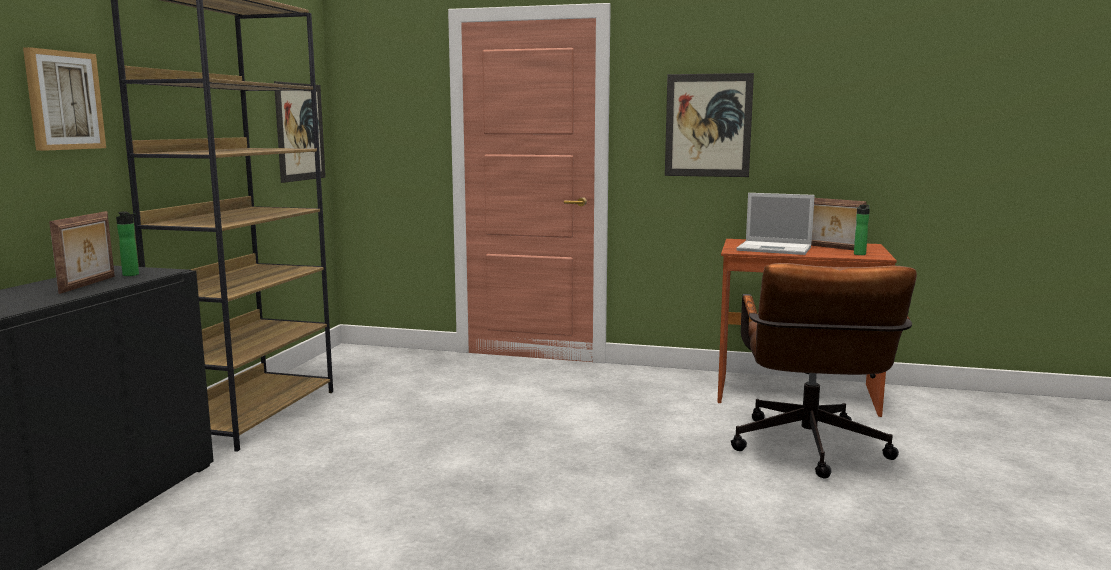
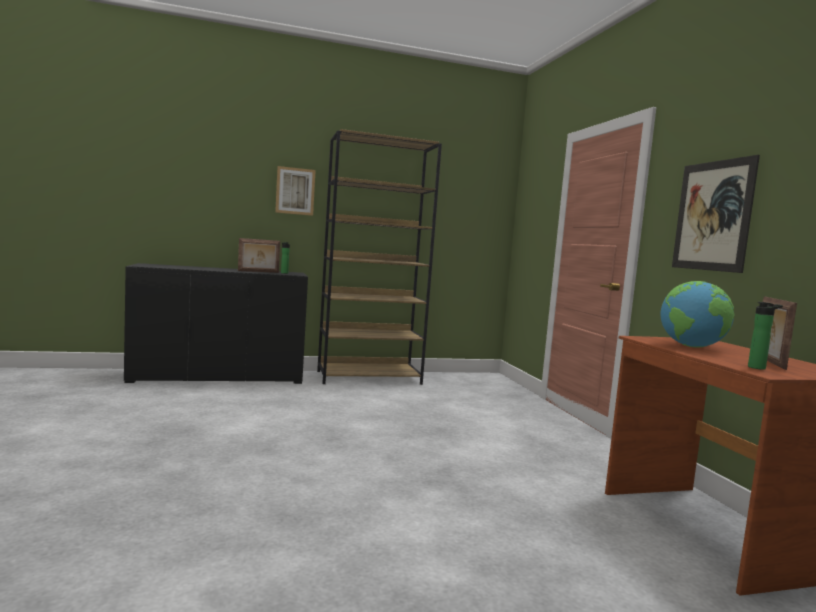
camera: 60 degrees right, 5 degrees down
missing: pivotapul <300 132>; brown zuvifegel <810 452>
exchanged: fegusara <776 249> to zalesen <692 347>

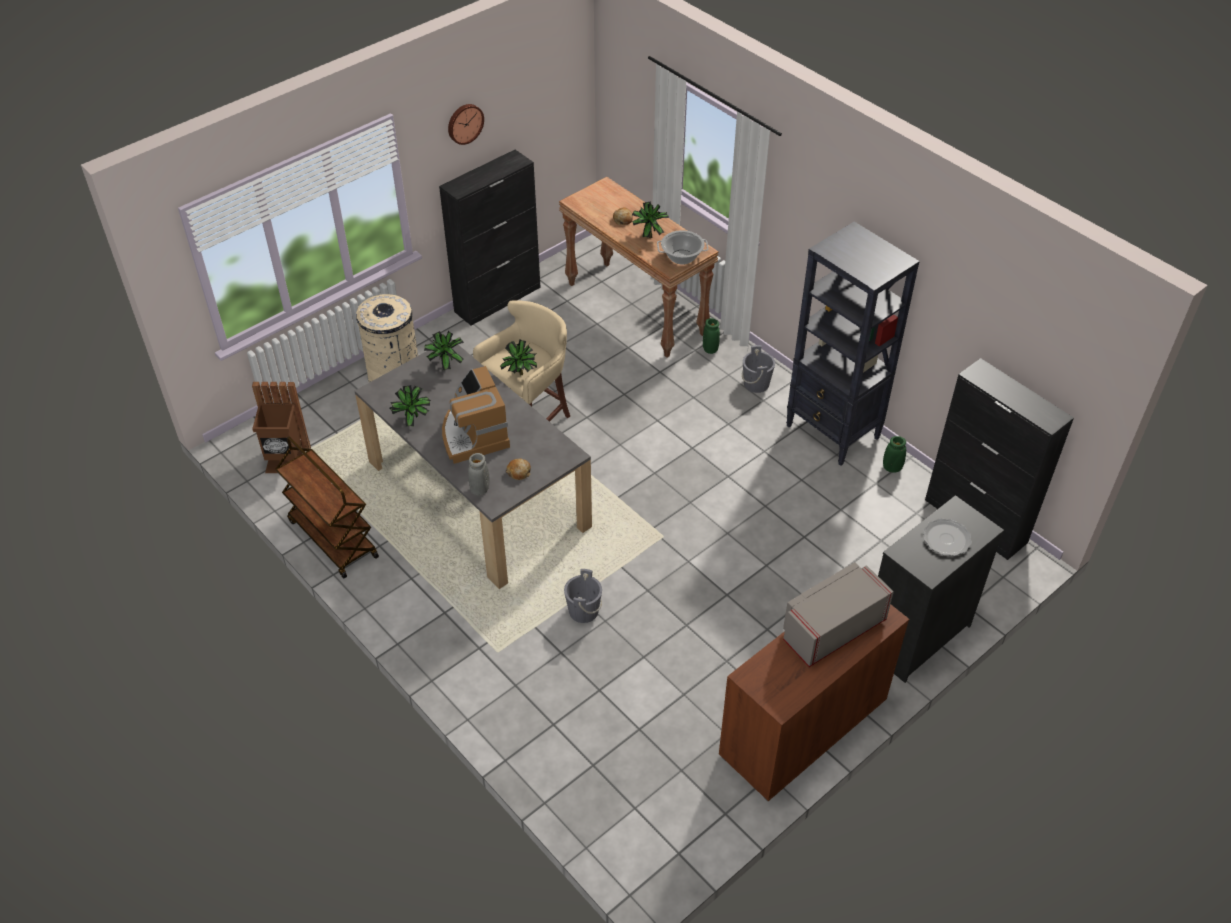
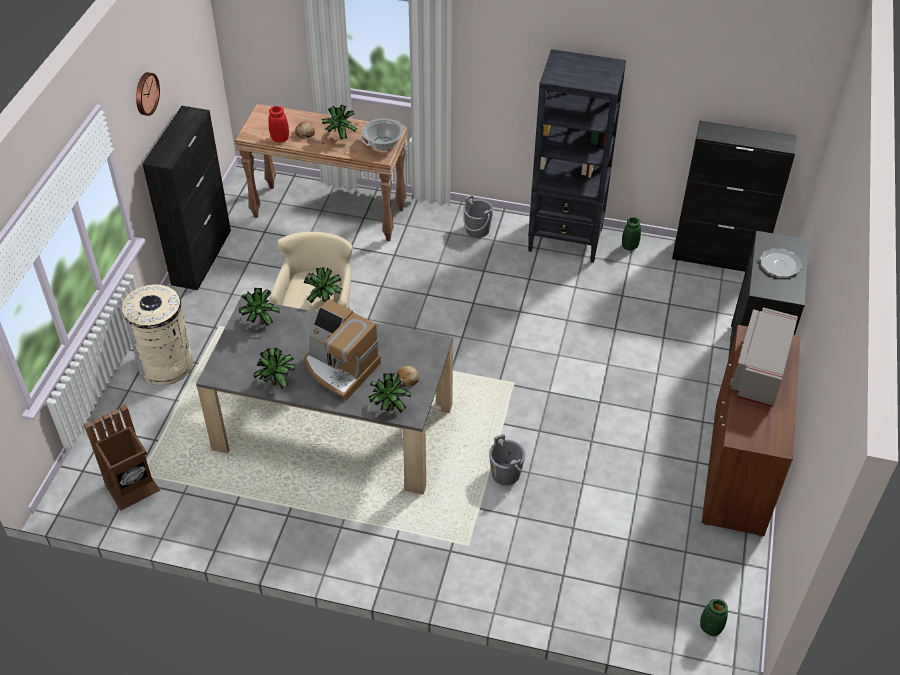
camera: 35 degrees left, 0 degrees up
missing: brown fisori <332 539>
appeared: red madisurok <280 139>
relocated: green madisurok <710 349> to <710 628>
exchanged: grey madisurok <480 489> to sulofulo <388 409>

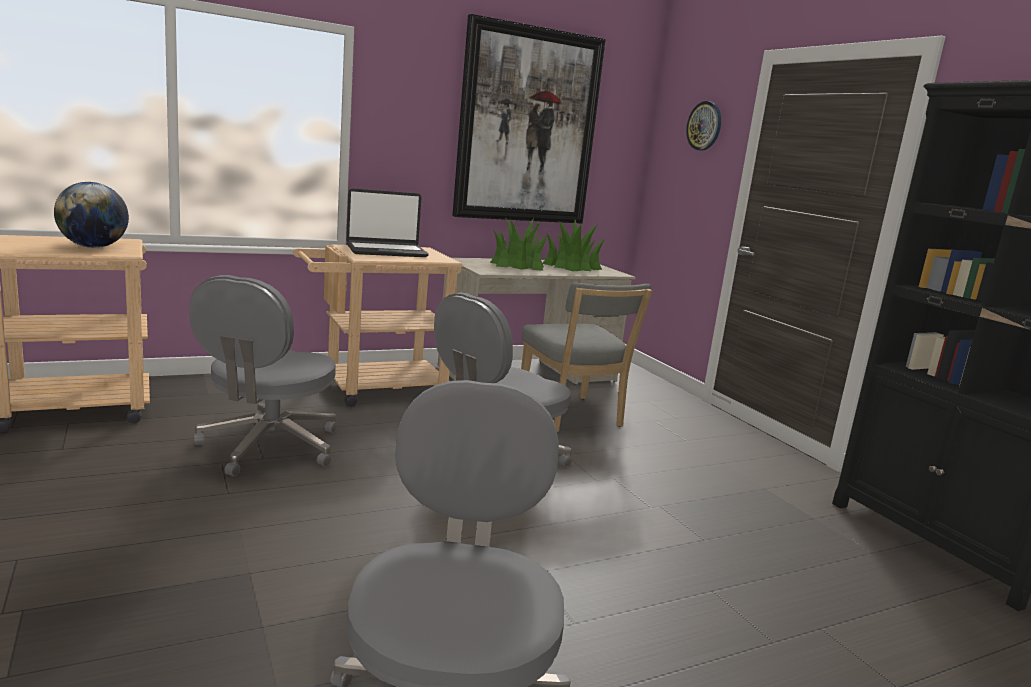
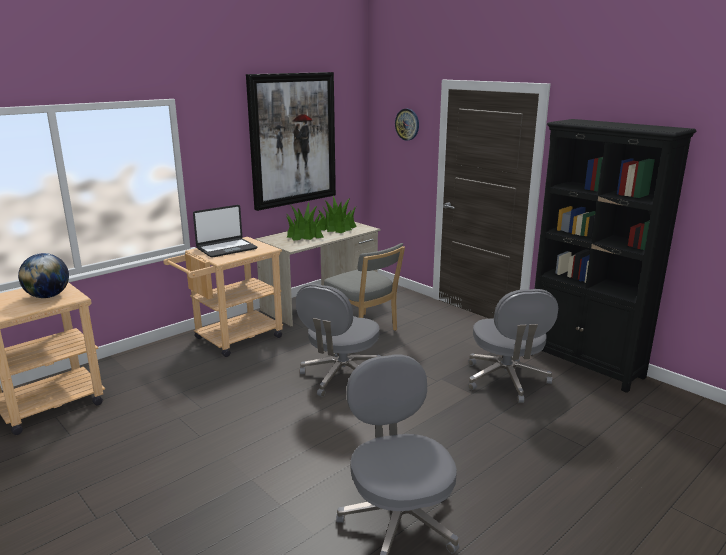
camera: 15 degrees left, 5 degrees up
relocated: grey zuvifegel <269 447> to <506 380>

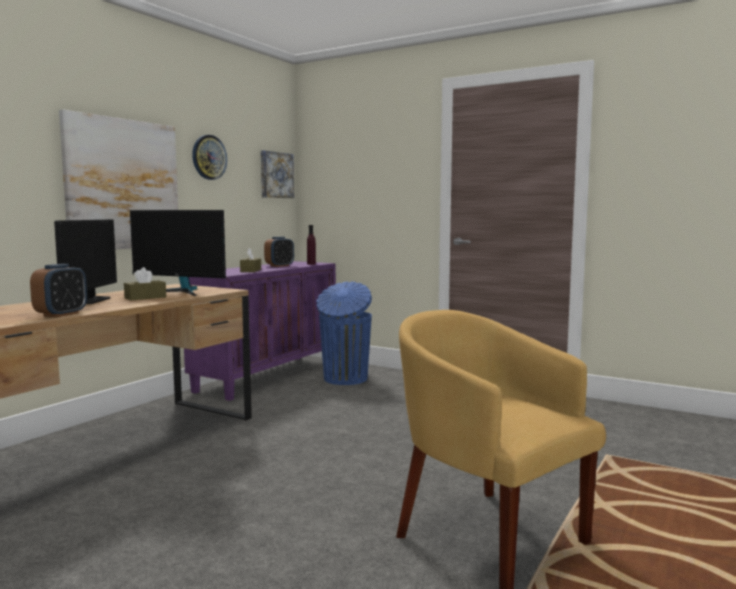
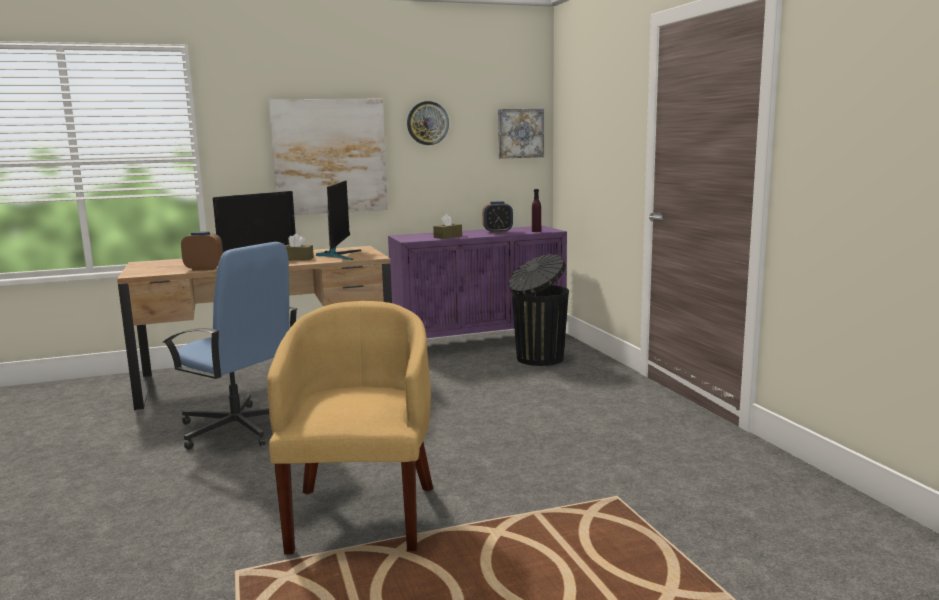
camera: 40 degrees right, 5 degrees up
appeared: blue zuvifegel <238 428>
colour: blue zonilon <345 379> to black zonilon <538 359>
spun: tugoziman <61 314> = <204 269> 150 degrees counterclockwise; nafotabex <180 291> = <339 255> 150 degrees counterclockwise

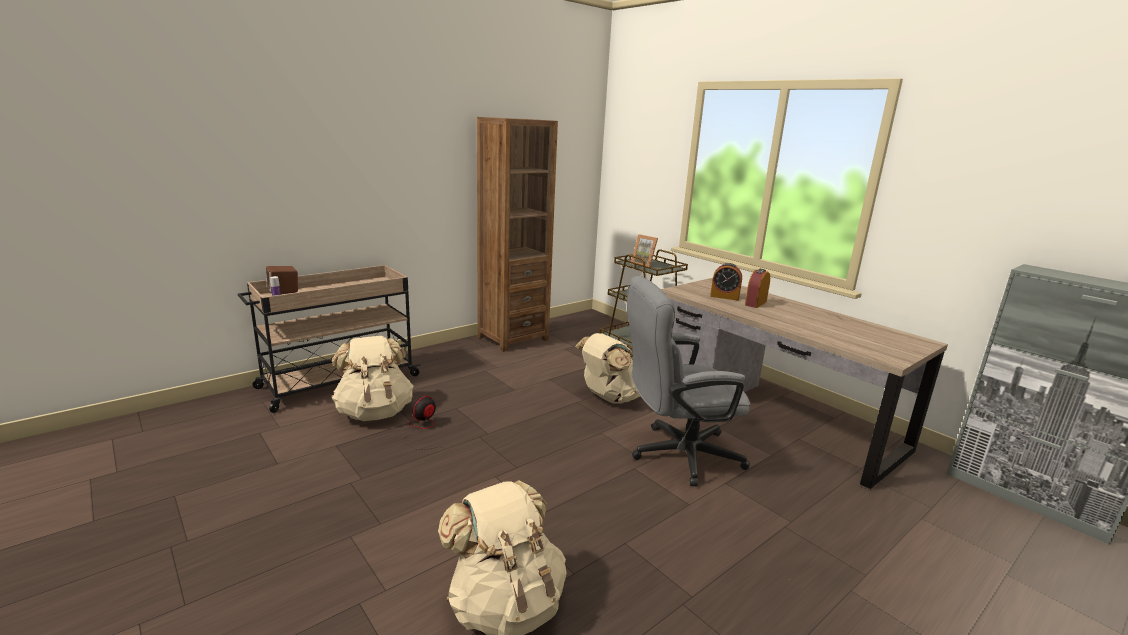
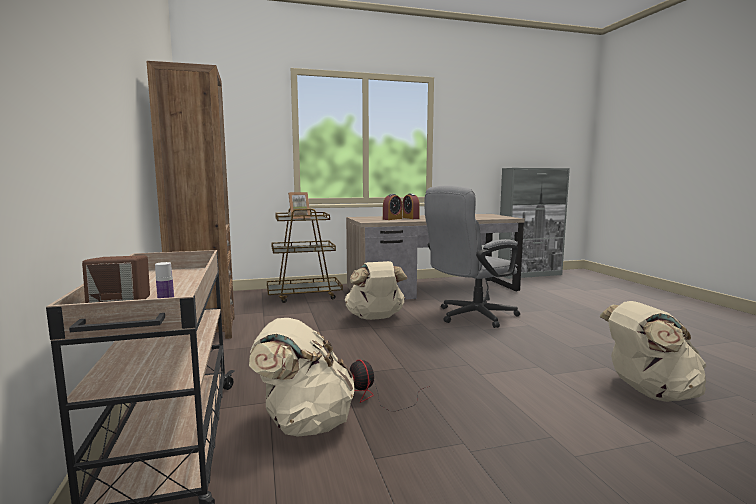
camera: 65 degrees left, 10 degrees down
spun: grey zuvifegel <676 454> = <470 317> 45 degrees clockwise

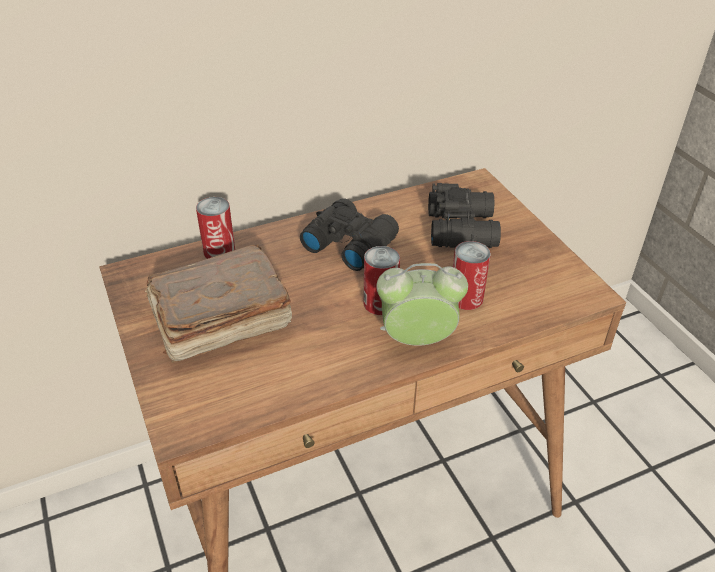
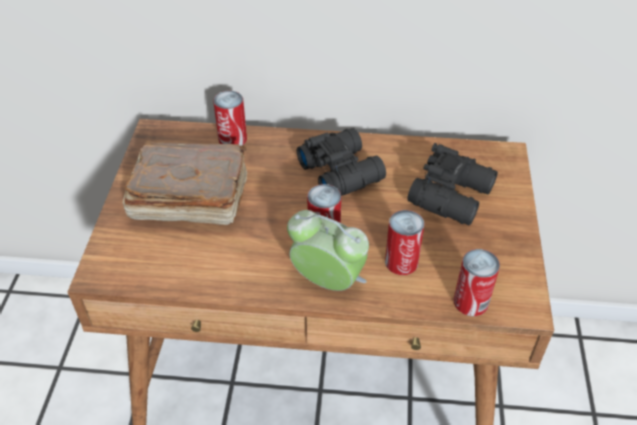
camera: 30 degrees right, 5 degrees up
appeared: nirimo <471 301>

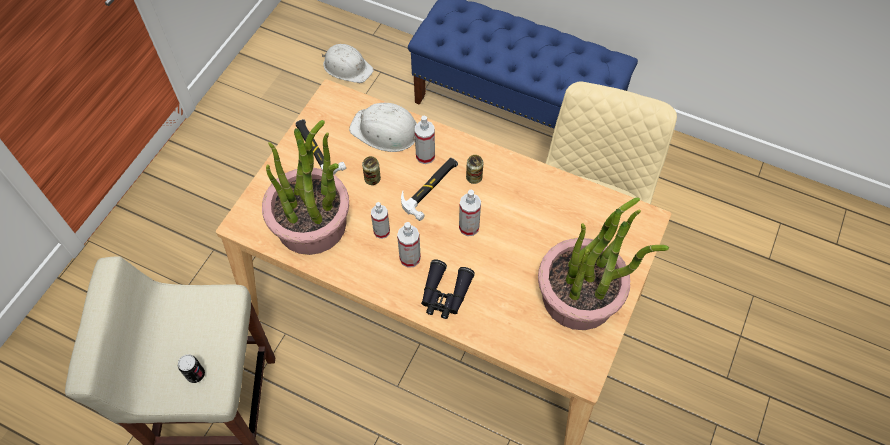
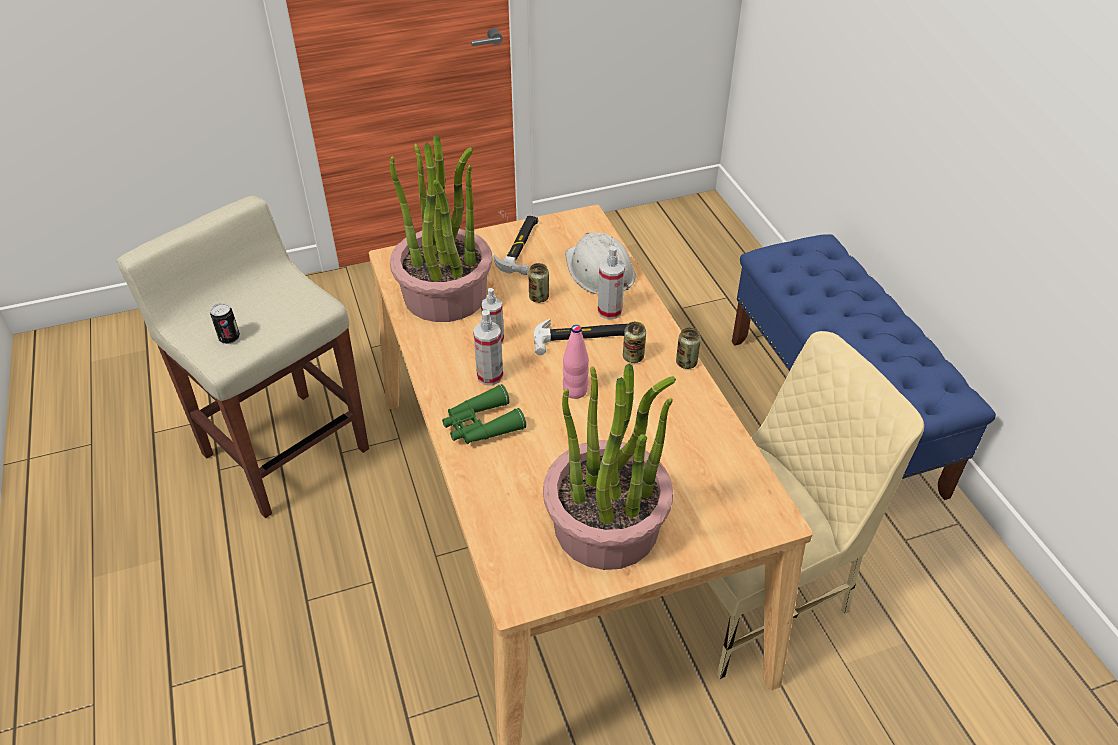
camera: 45 degrees right, 15 degrees down
missing: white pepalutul <347 67>
appeared: nirimo <686 363>
exchanged: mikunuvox <469 227> to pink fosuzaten <575 391>
colour: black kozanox <445 294> to green kozanox <481 425>

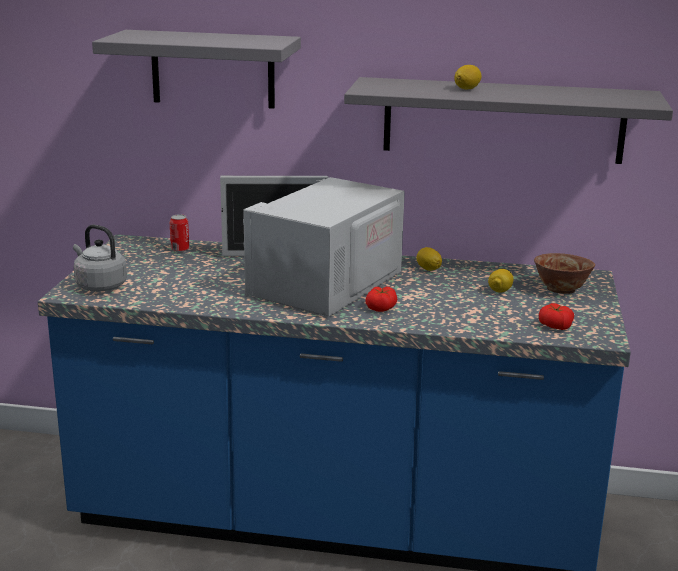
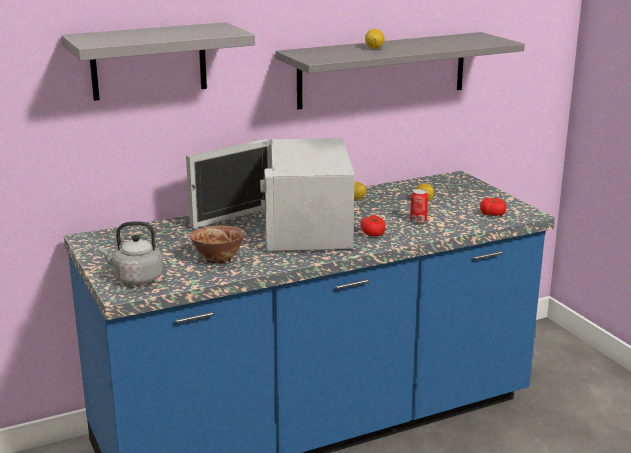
camera: 35 degrees left, 0 degrees up
relocated: nirimo <180 249> to <418 221>; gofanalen <561 289> to <218 259>

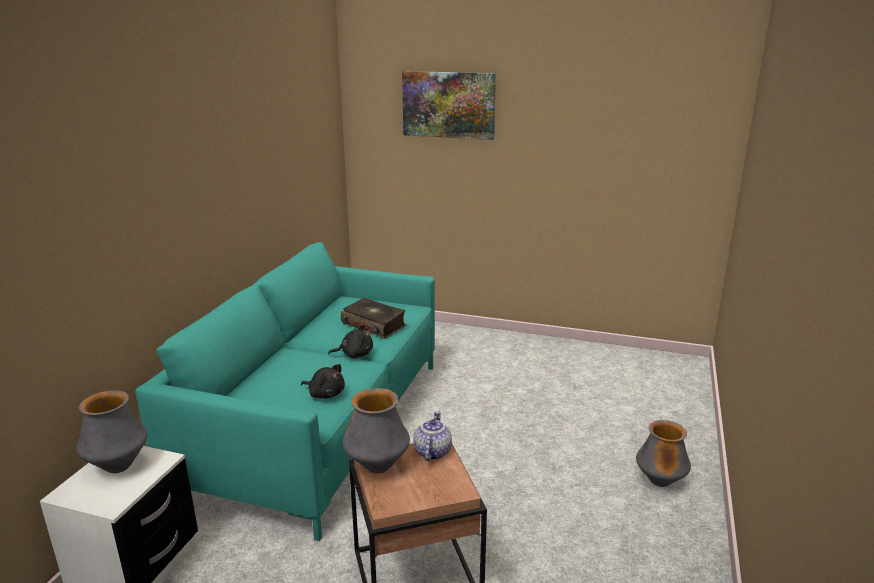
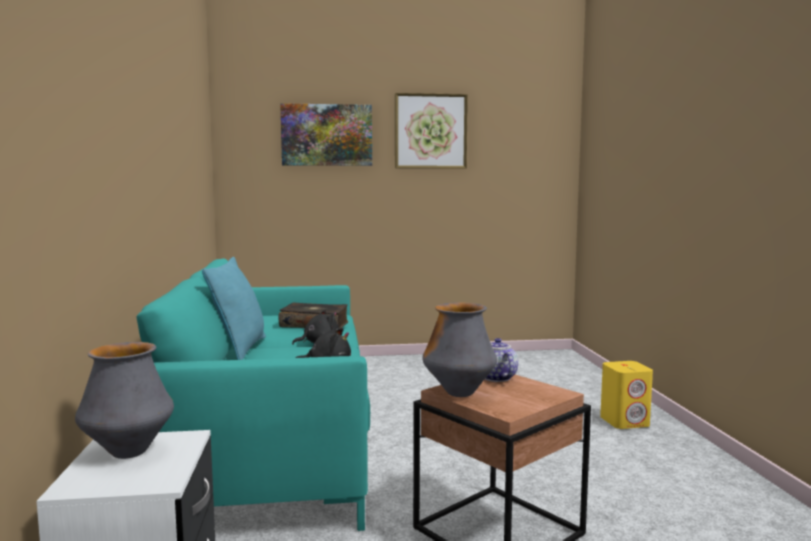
camera: 25 degrees left, 15 degrees down
appeared: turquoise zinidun <240 349>; pivotapul <430 131>
exchanged: madisurok <660 482> to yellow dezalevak <625 421>

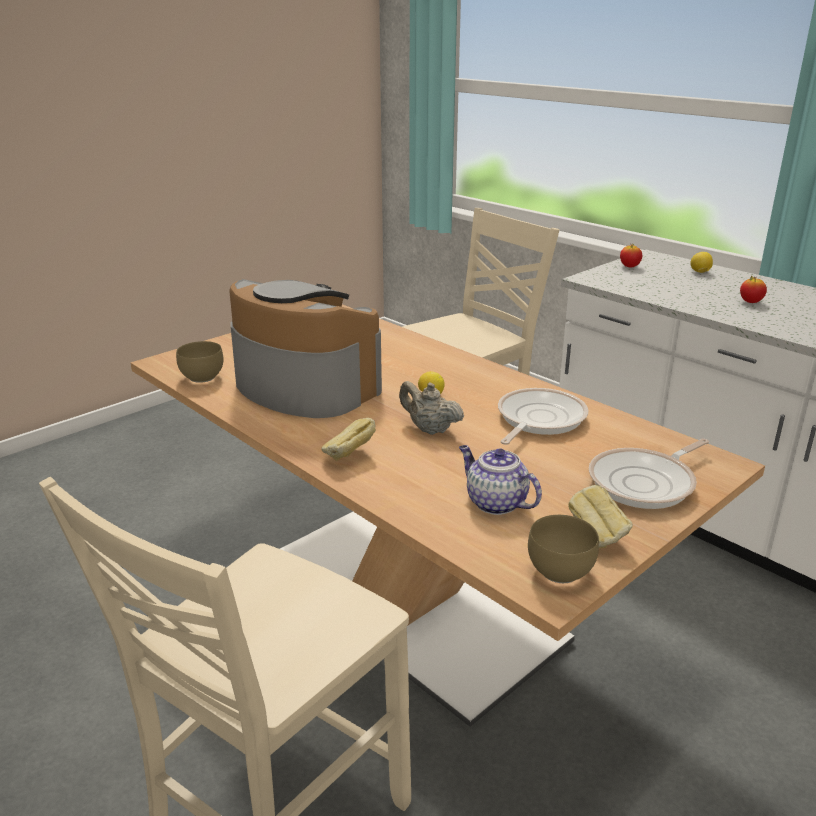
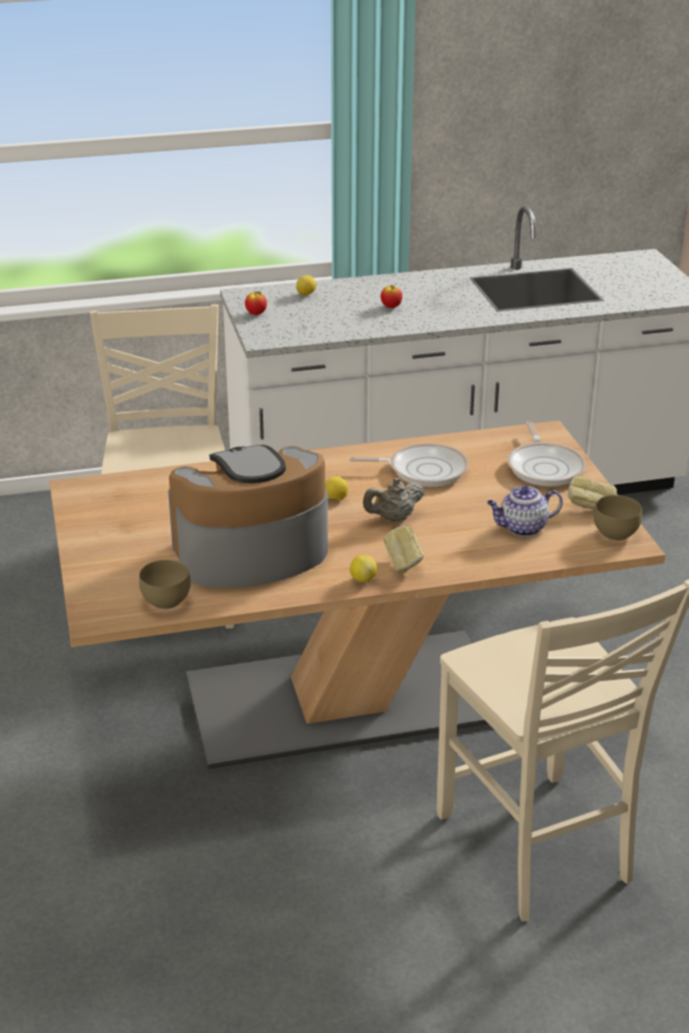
camera: 60 degrees left, 5 degrees up
appeared: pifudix <363 579>
spun: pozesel <538 419> = <423 470> 120 degrees clockwise

